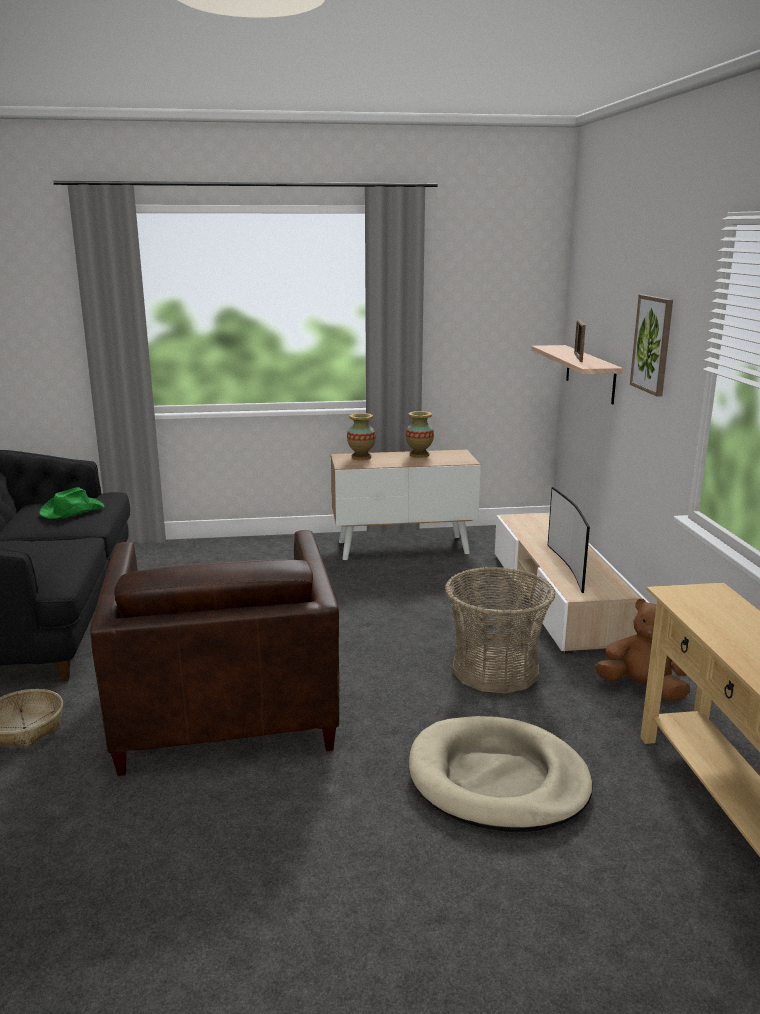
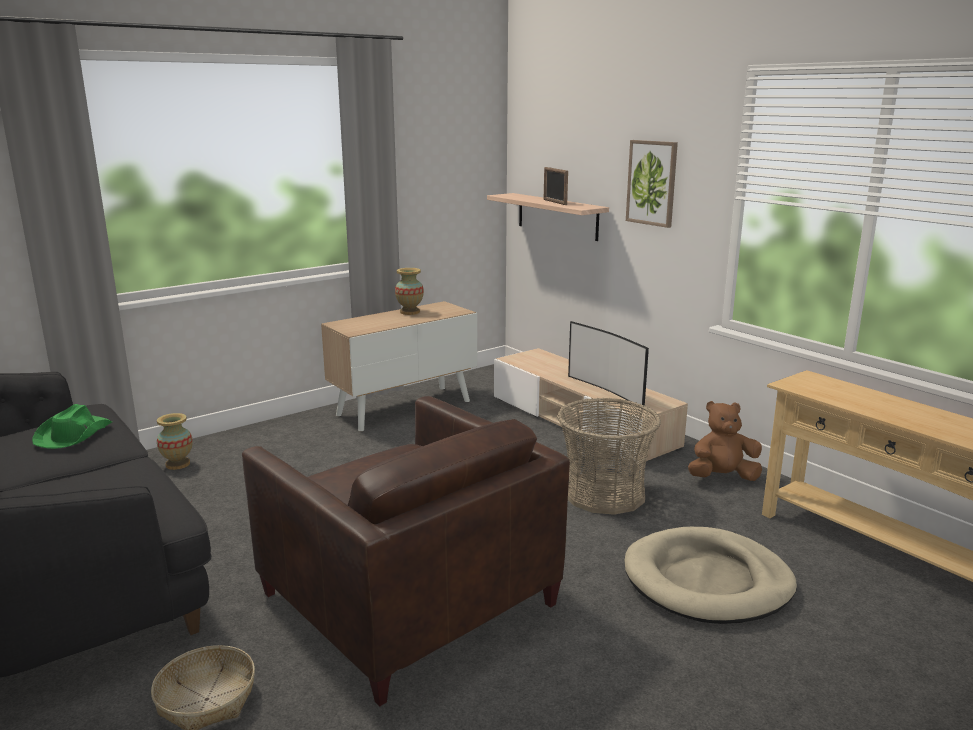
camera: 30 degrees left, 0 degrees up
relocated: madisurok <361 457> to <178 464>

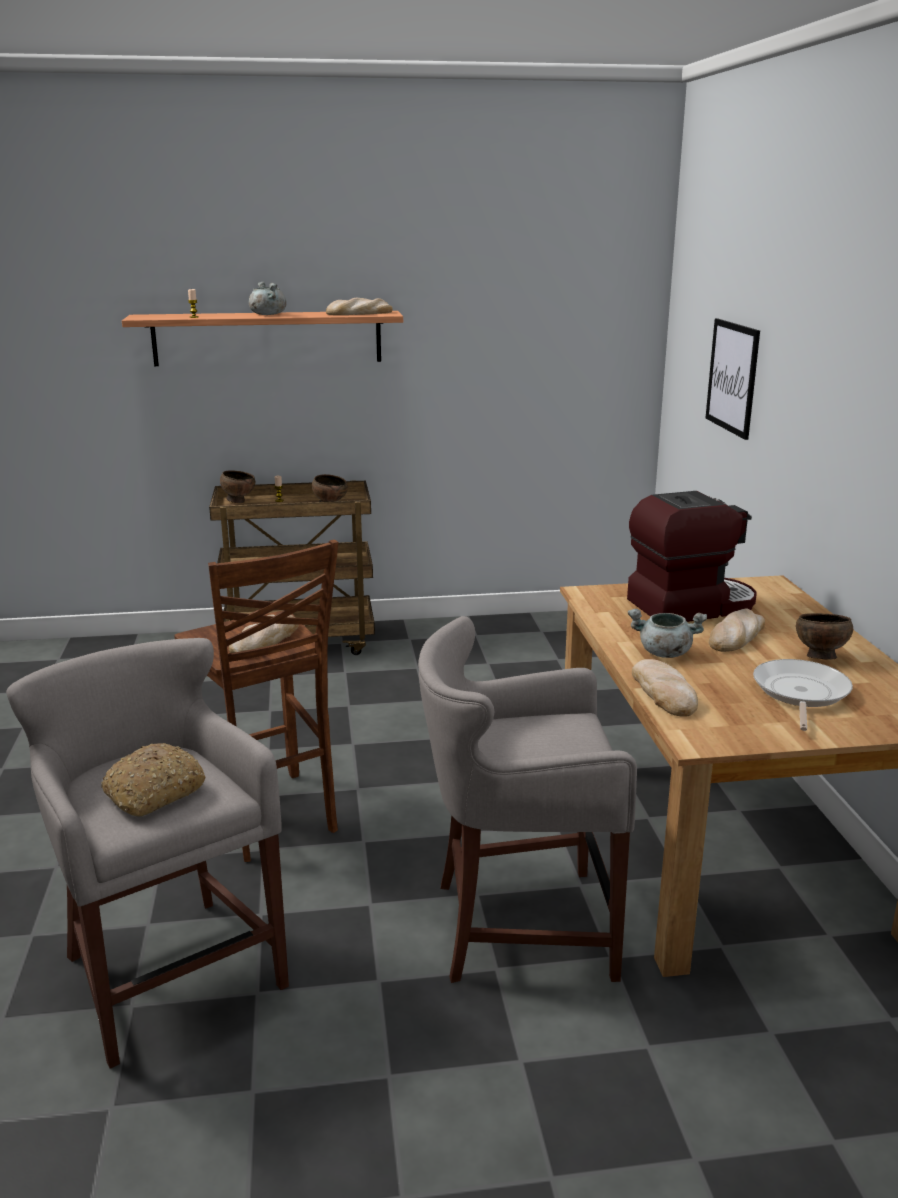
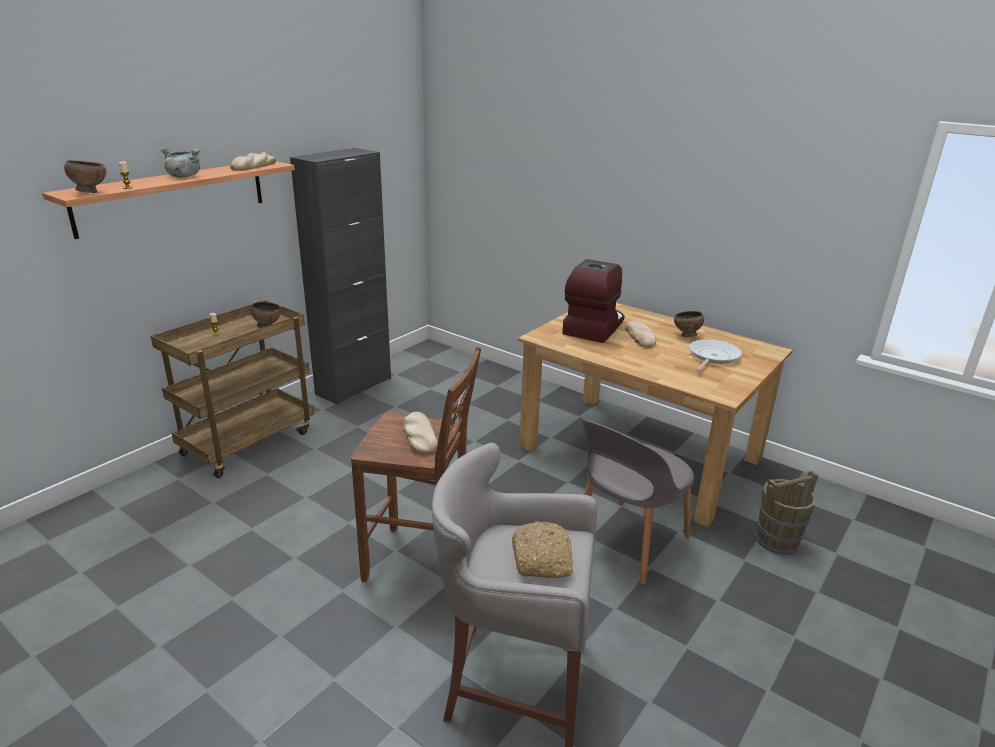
camera: 45 degrees left, 5 degrees up
missing: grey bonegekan <664 653>; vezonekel <664 693>; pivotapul <732 377>
appeared: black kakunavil <354 386>; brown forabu <777 541>
relocated: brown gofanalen <238 501> to <90 192>
exchanged: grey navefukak <517 926> to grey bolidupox <627 542>
spun: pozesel <800 693> = <712 356> 60 degrees clockwise

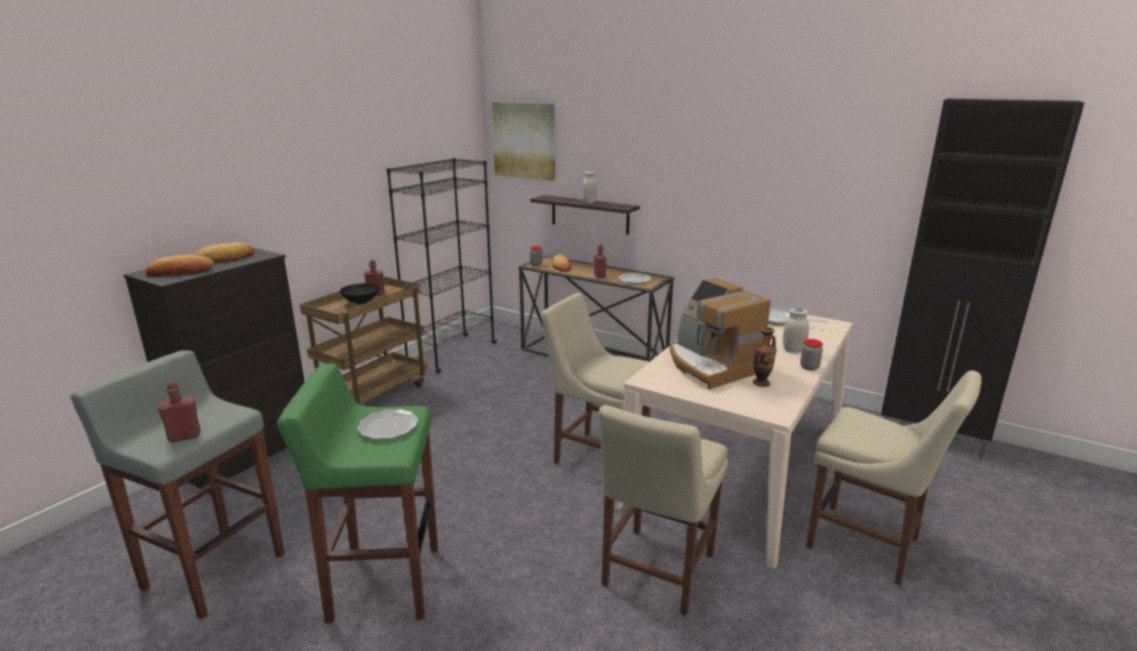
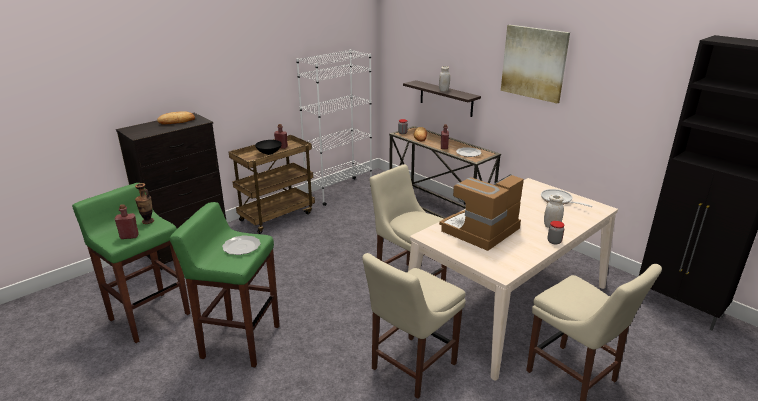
camera: 15 degrees right, 5 degrees up
missing: vezonekel <180 271>
relocated: pivotapul <524 140> to <534 63>; madisurok <761 383> to <148 221>
colour: grey navefukak <213 570> to green navefukak <149 316>; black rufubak <452 353> to white rufubak <339 191>
spun: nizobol <711 365> = <480 230> 60 degrees clockwise

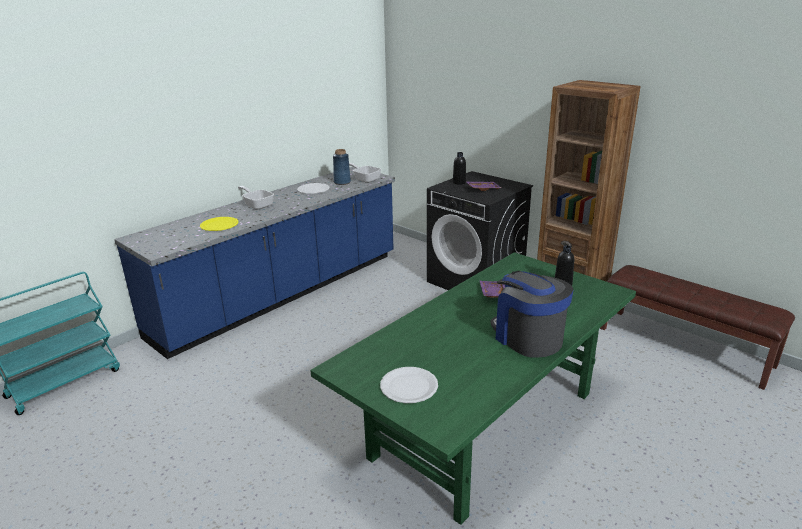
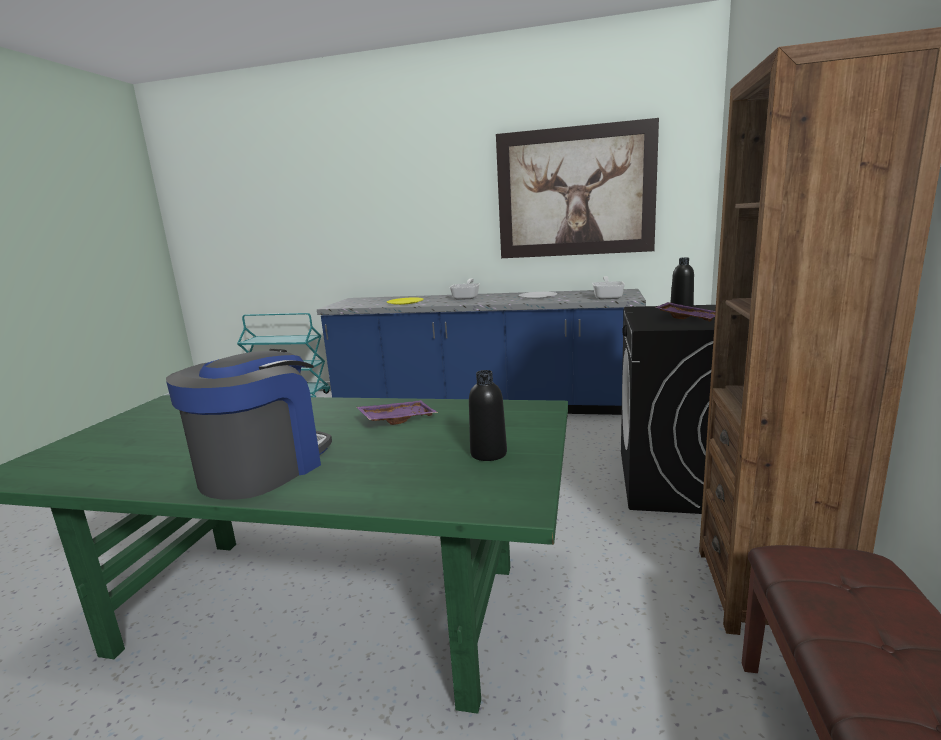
camera: 60 degrees right, 10 degrees down
missing: blue madisurok <342 182>; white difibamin <409 386>
appeared: pivotapul <575 192>

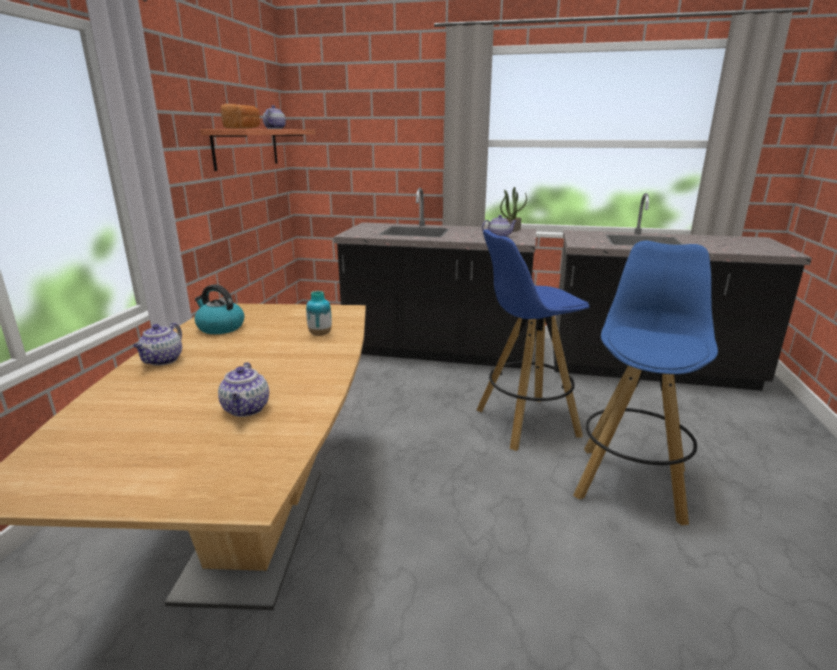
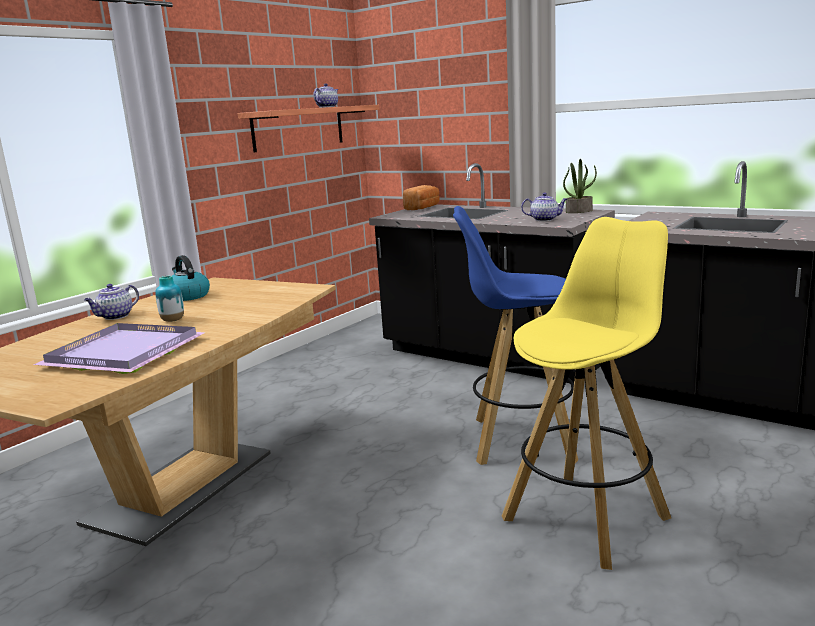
camera: 25 degrees right, 5 degrees down
relocated: vezonekel <243 128> to <423 208>; madisurok <320 334> to <173 320>
exchanged: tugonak <246 410> to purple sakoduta <124 354>
colour: blue navefukak <630 482> to yellow navefukak <587 517>

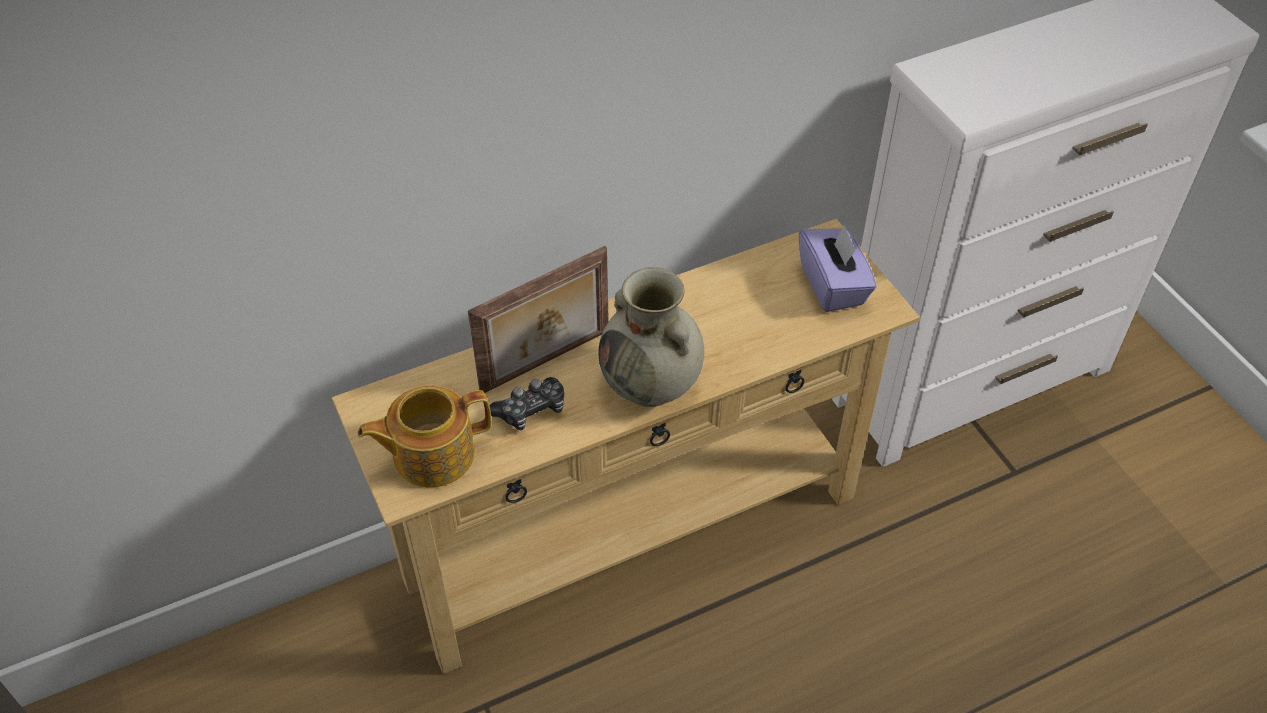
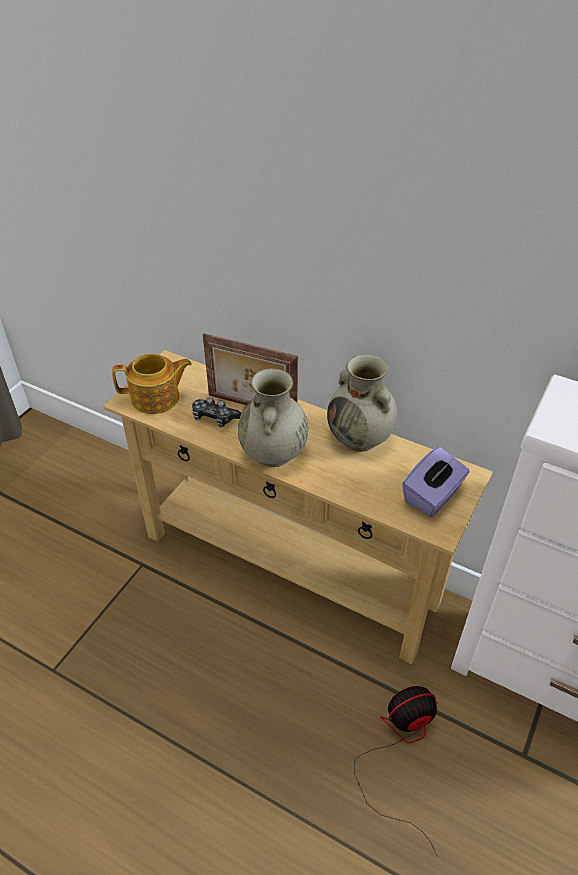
camera: 55 degrees right, 5 degrees down
appeared: beige madisurok <360 439>; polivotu <400 748>
spun: tugonak <431 454> = <156 398> 135 degrees clockwise

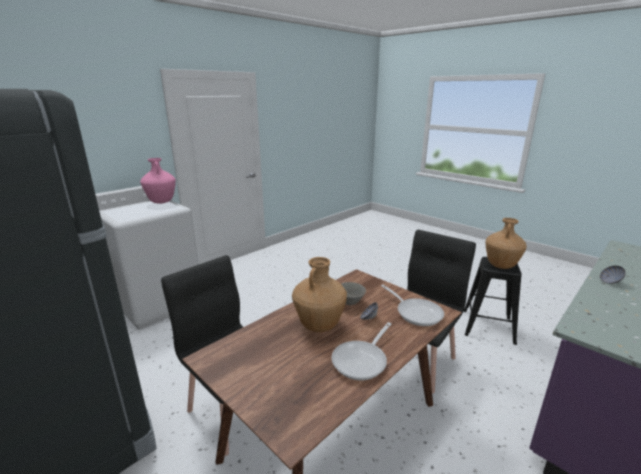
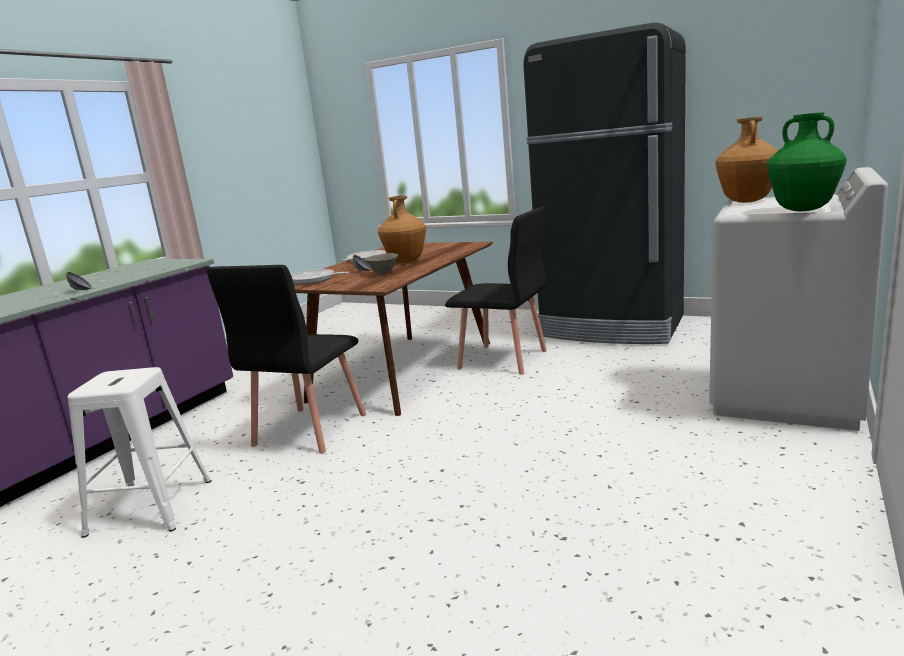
camera: 165 degrees right, 5 degrees down
relocated: brown madisurok <501 266> to <746 201>
colour: pink madisurok <161 202> to green madisurok <802 210>; black navefukak <487 326> to white navefukak <151 507>

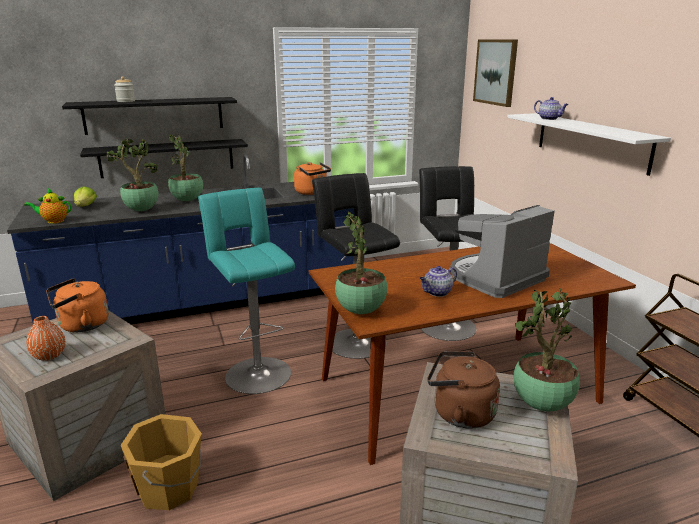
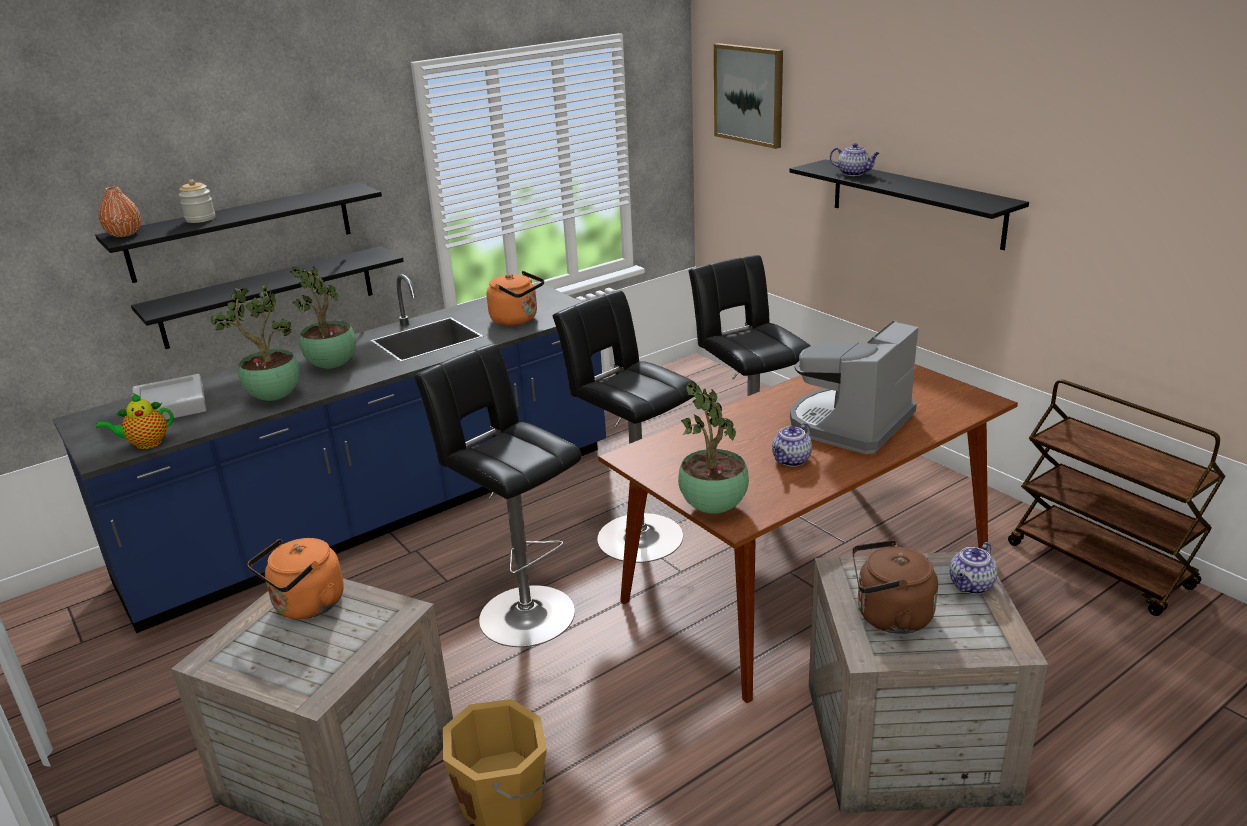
camera: 15 degrees left, 5 degrees up
relocated: orange madisurok <49 356> to <124 234>
exchanged: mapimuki <85 206> to grey sakoduta <171 406>; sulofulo <540 405> to tugonak <971 586>
colour: turquoise navefukak <256 372> to black navefukak <521 612>; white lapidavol <591 141> to black lapidavol <915 203>

